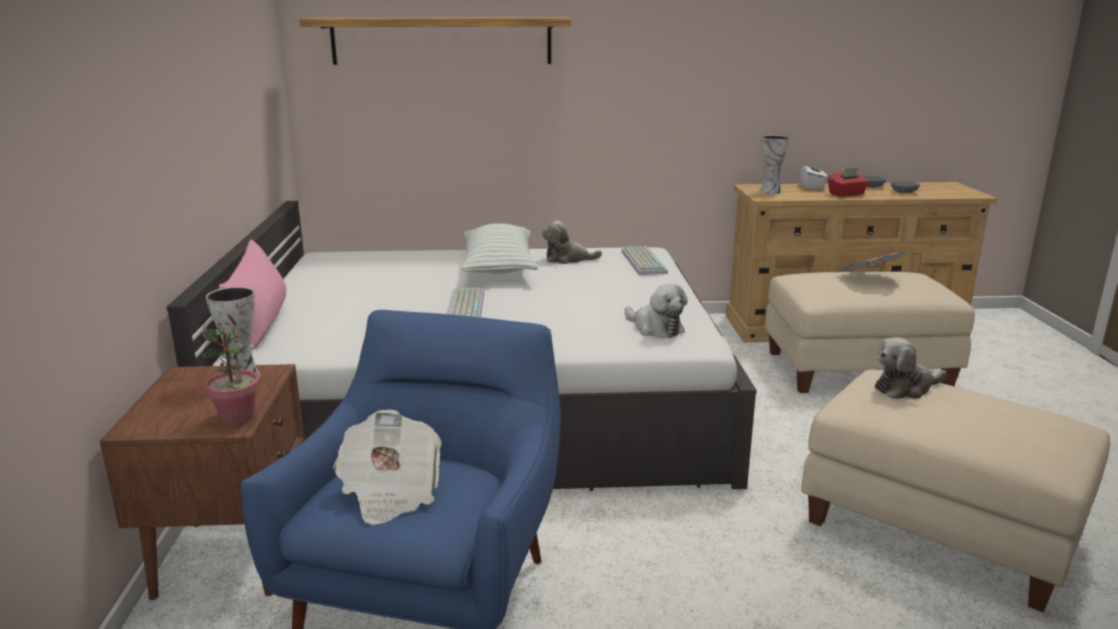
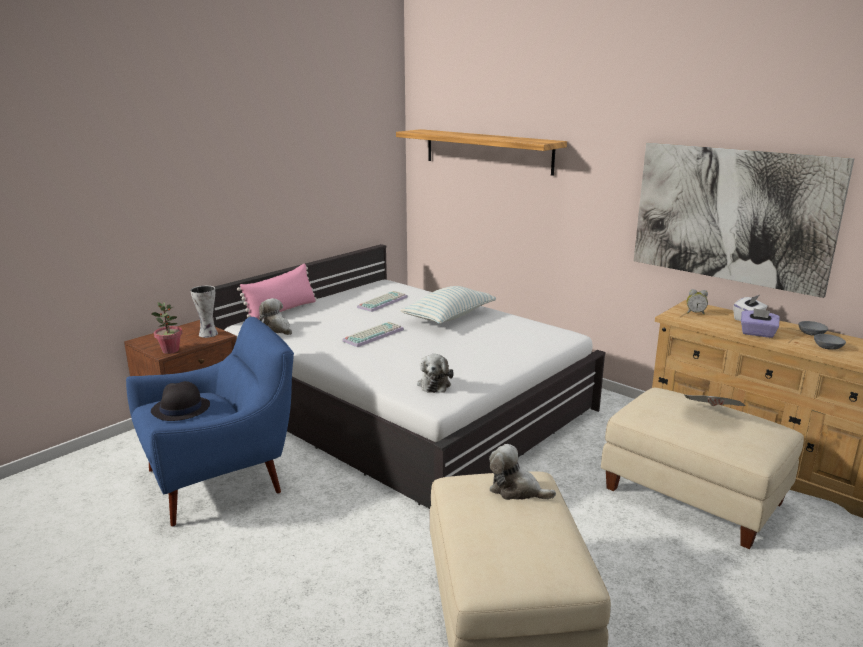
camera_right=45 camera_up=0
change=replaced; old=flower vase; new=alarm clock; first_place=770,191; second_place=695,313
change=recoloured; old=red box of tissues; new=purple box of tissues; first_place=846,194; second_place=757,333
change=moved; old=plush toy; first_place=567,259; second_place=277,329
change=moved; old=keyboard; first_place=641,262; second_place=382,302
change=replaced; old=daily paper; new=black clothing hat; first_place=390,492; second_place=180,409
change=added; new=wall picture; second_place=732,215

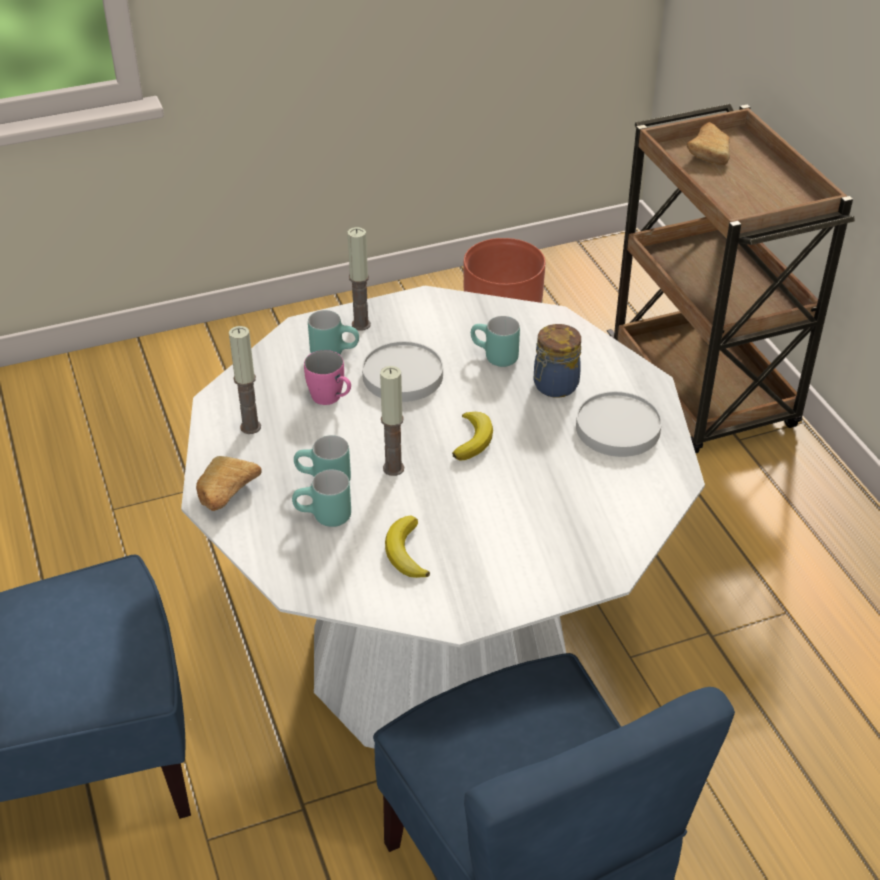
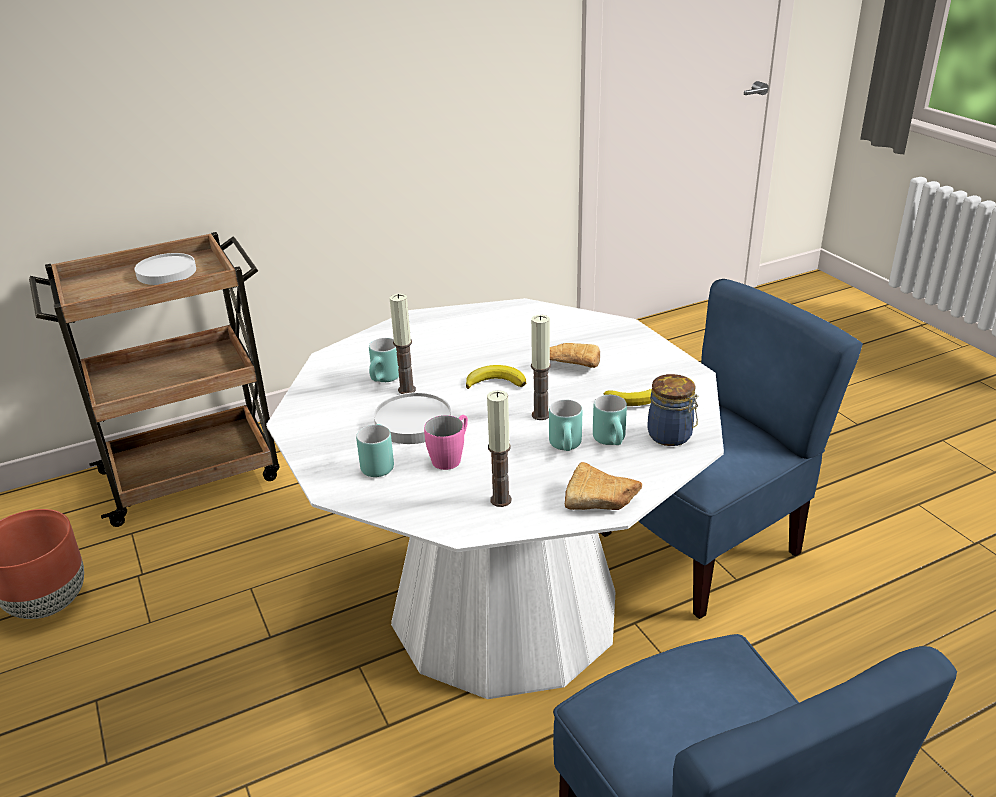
camera_right=-95 camera_up=-10
change=moved; old=bakery bread; first_place=709,151; second_place=570,365
change=moved; old=wax candle; first_place=361,324; second_place=407,390
change=moved; old=jar; first_place=554,386; second_place=671,436
change=moved; old=whitish plate; first_place=617,428; second_place=166,272

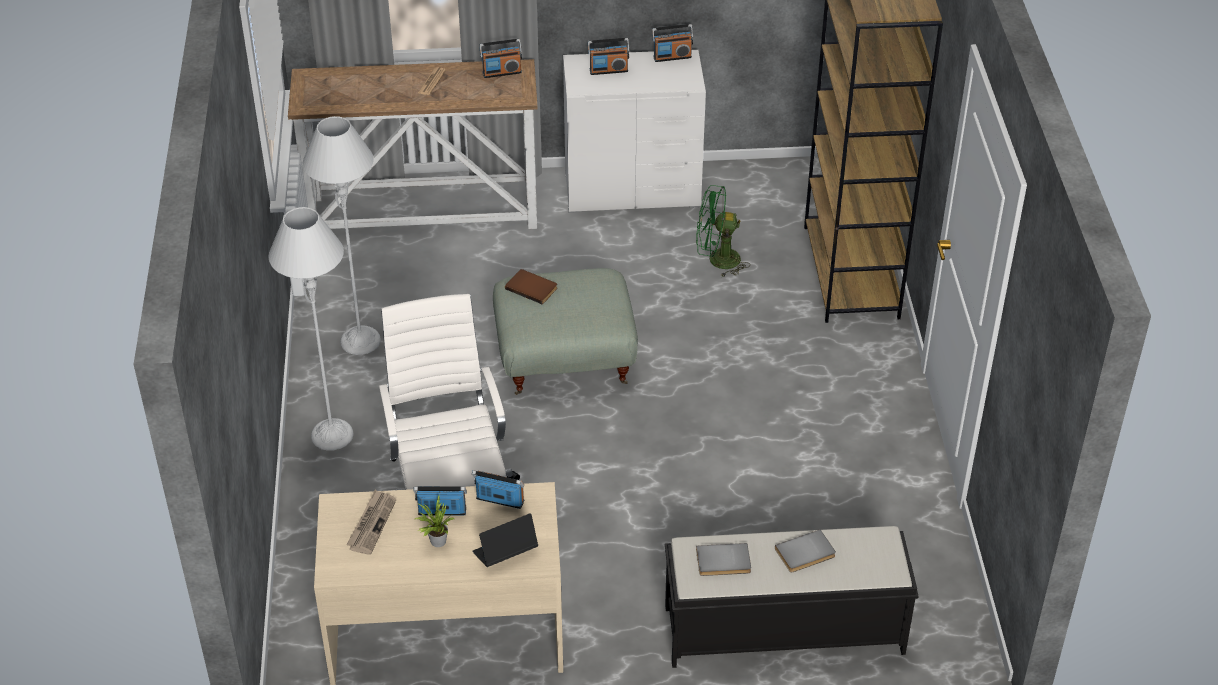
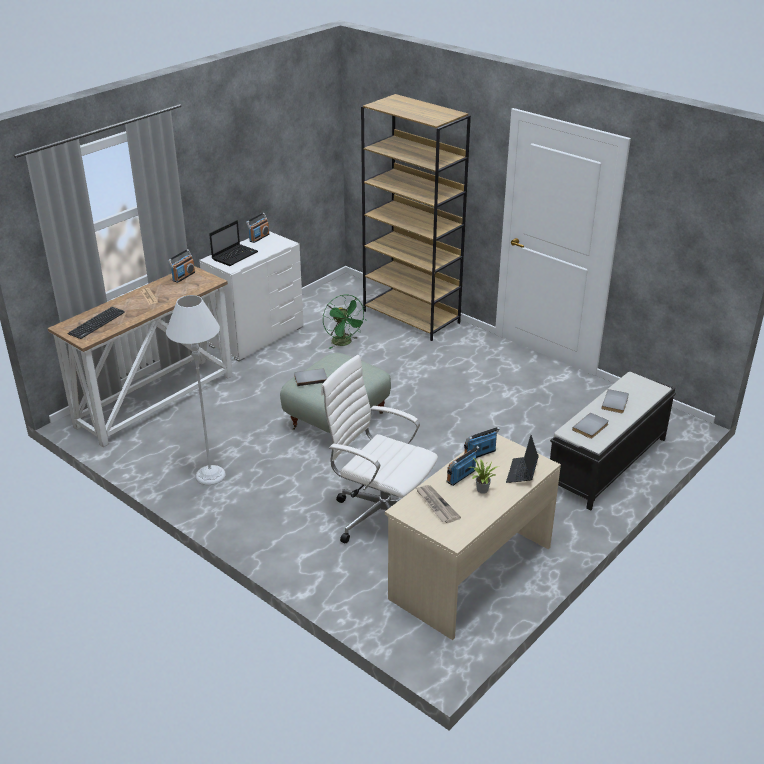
camera_right=-45 camera_up=-10
change=replaced; old=radio receiver; new=laptop; first_place=608,70; second_place=235,255
change=turned; old=greenish fan; first_place=717,260; second_place=344,343; degrees=-75
change=removed; old=gray standing lamp; first_place=332,435
change=recoloured; old=brown-coloured bound book; new=gray bound book; first_place=532,287; second_place=310,378
change=added; new=keyboard; second_place=96,323

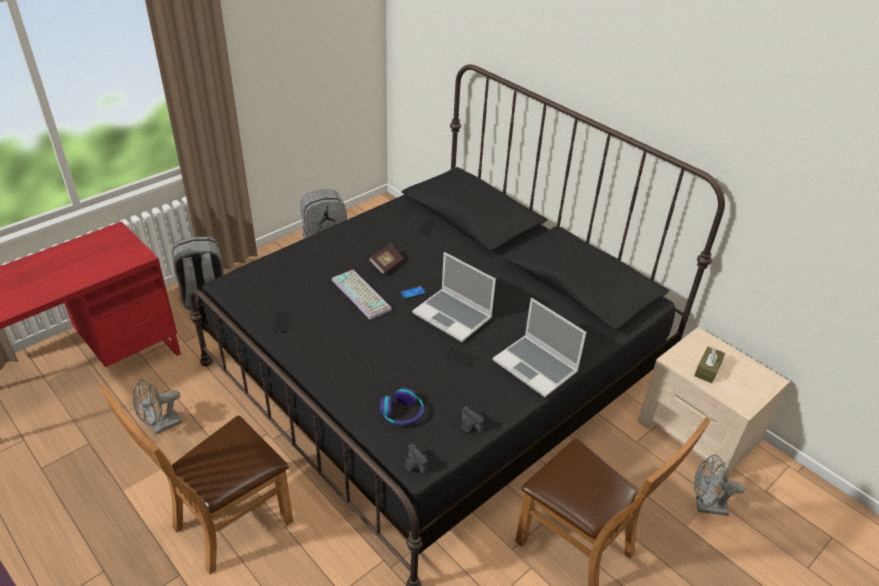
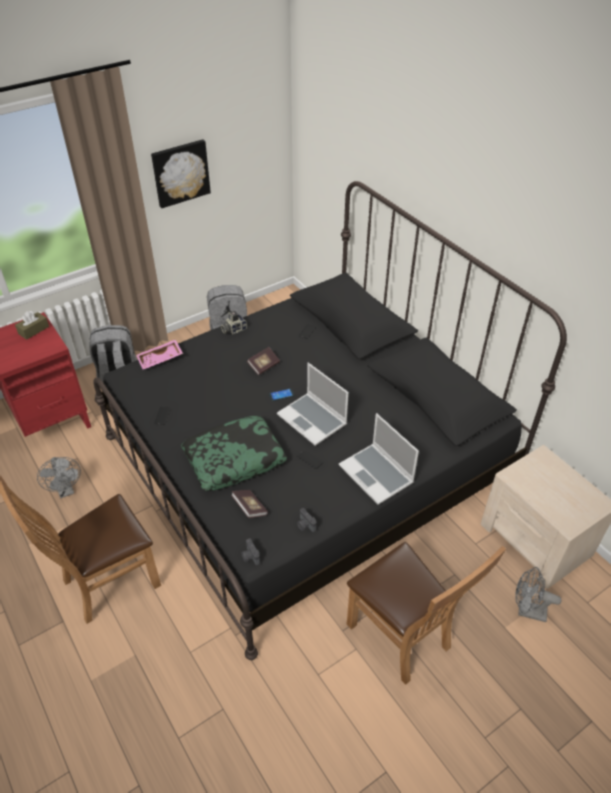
camera_right=10 camera_up=5
change=removed; old=keyboard; first_place=362,294
change=moved; old=brown-coloured box of tissues; first_place=707,369; second_place=33,330
change=turned; old=gray fan; first_place=161,426; second_place=66,491; degrees=-90
change=replaced; old=headphones; new=bound book; first_place=402,413; second_place=249,508
change=added; new=wall picture; second_place=180,173
change=added; new=photo camera; second_place=233,329
change=added; new=pinkish serving tray; second_place=160,359
change=added; new=throw pillow; second_place=234,459

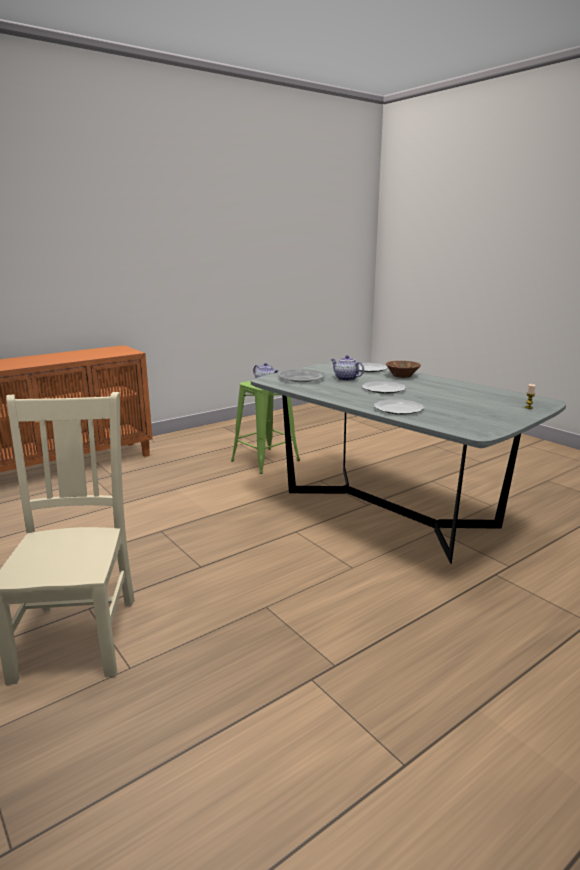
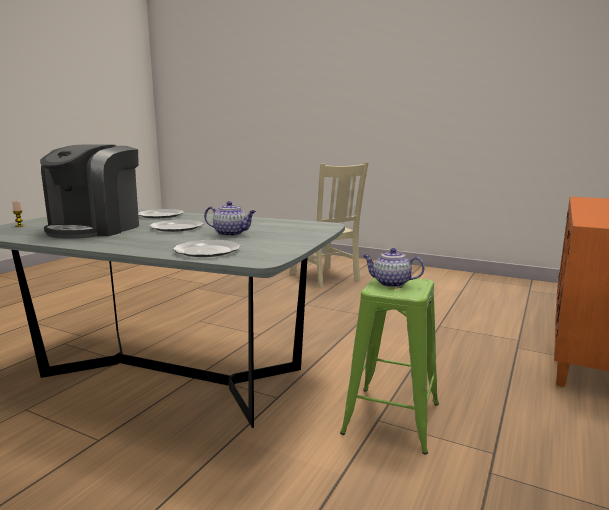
camera_right=155 camera_up=-5
change=removed; old=brown-coloured deep dish; first_place=402,375
change=removed; old=gray plate; first_place=301,379
change=added; new=coffee machine; second_place=96,229

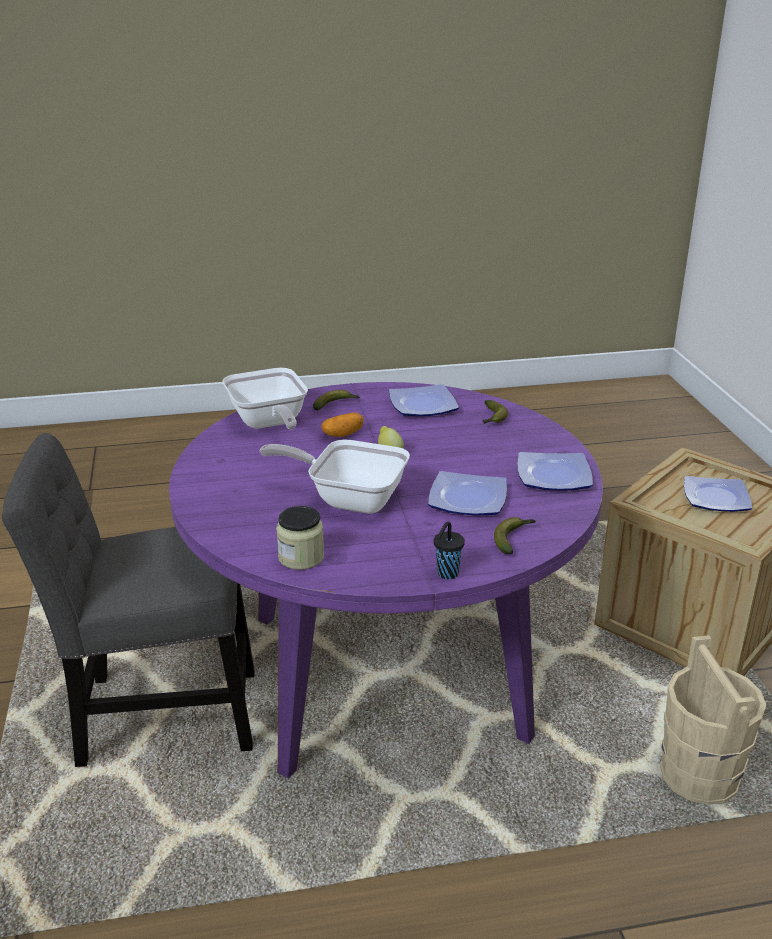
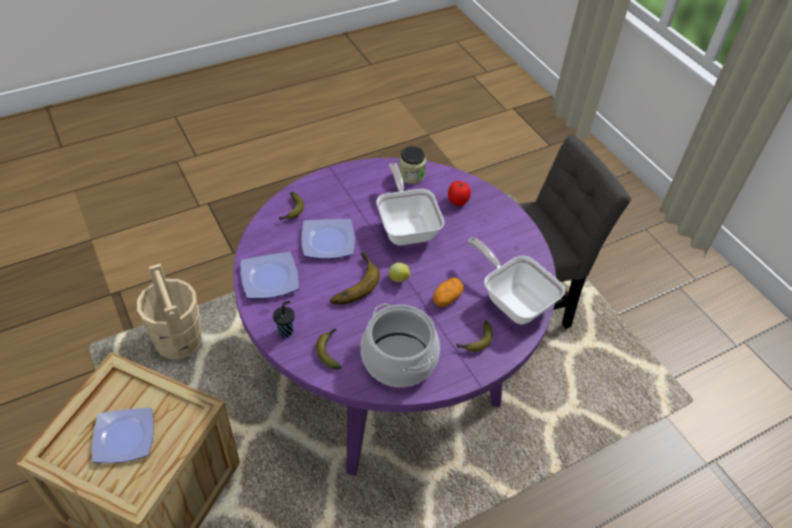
camera_right=160 camera_up=20
change=replaced; old=plate; new=cooking pot; first_place=421,405; second_place=399,359
change=turned; old=skillet; first_place=349,498; second_place=407,226; degrees=-105
change=moved; old=black drinking cup; first_place=446,574; second_place=286,331
change=added; new=whole tomato; second_place=457,201
change=added; new=banana; second_place=351,283

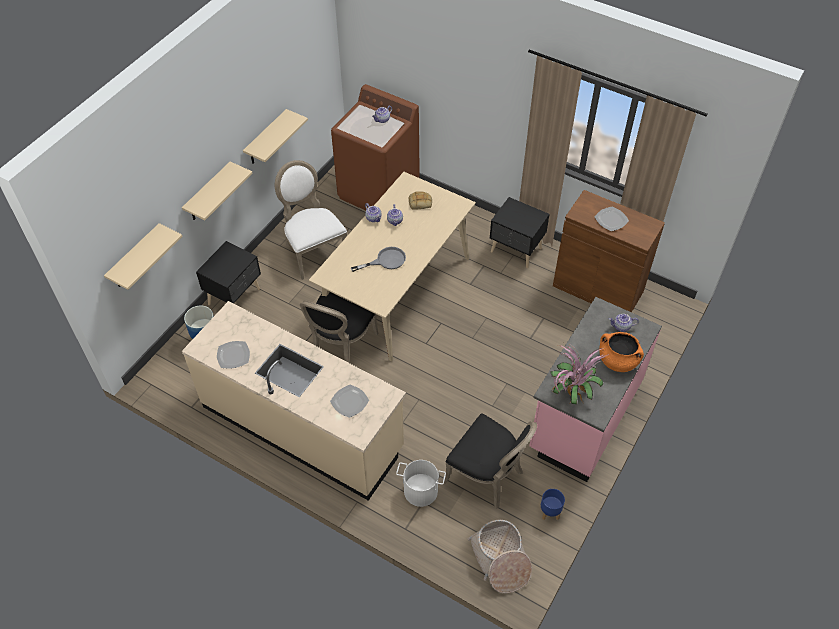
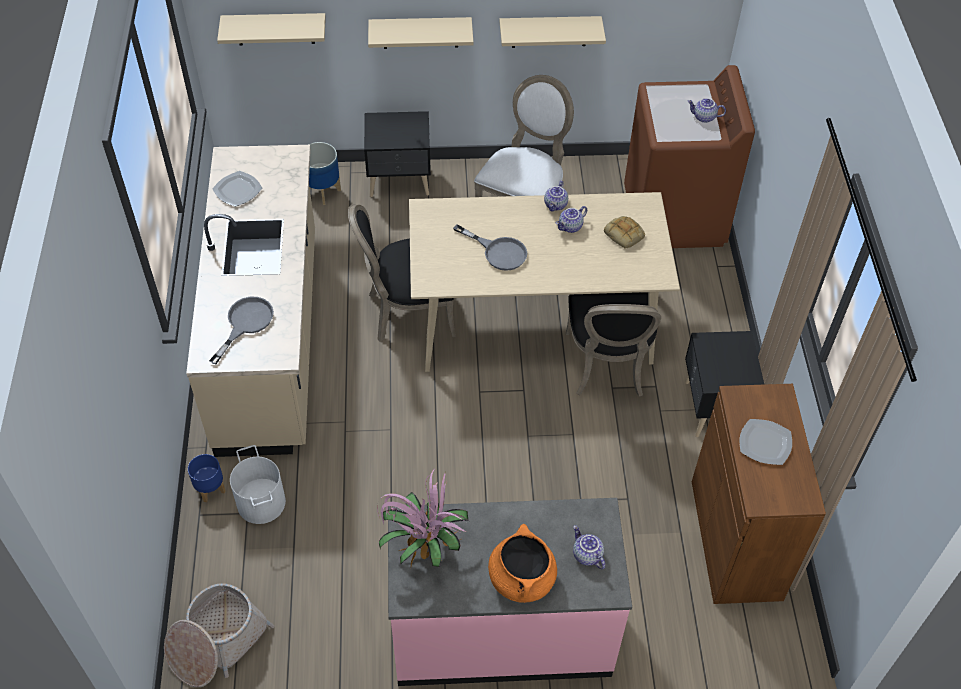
camera_right=55 camera_up=0
change=replaced; old=plate; new=gray skillet; first_place=349,402; second_place=245,323
change=moved; old=black plain chair; first_place=487,476; second_place=607,367
change=moved; old=blue-coloured flower pot; first_place=550,512; second_place=210,489

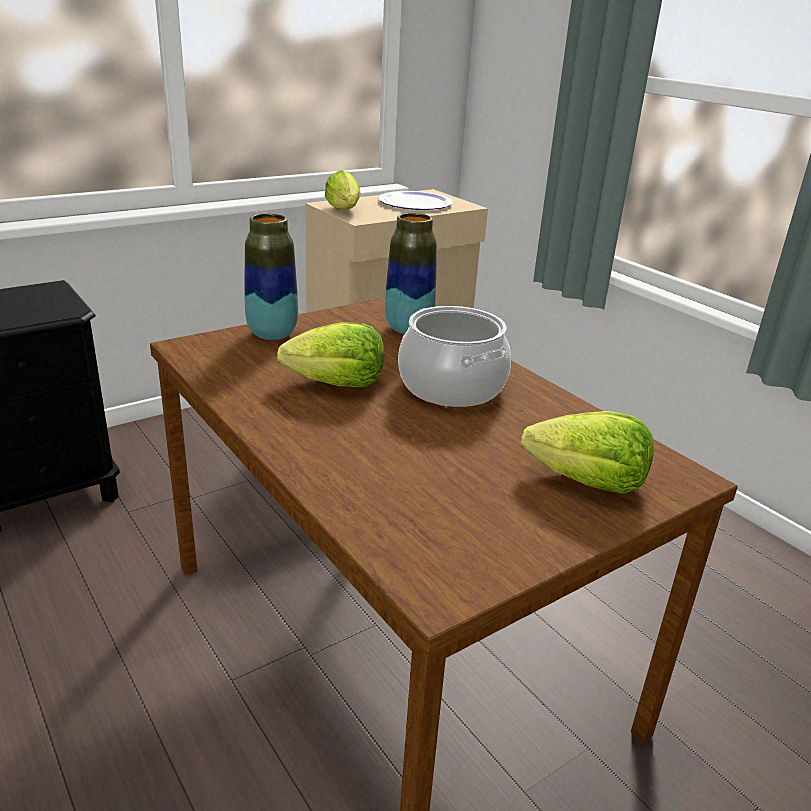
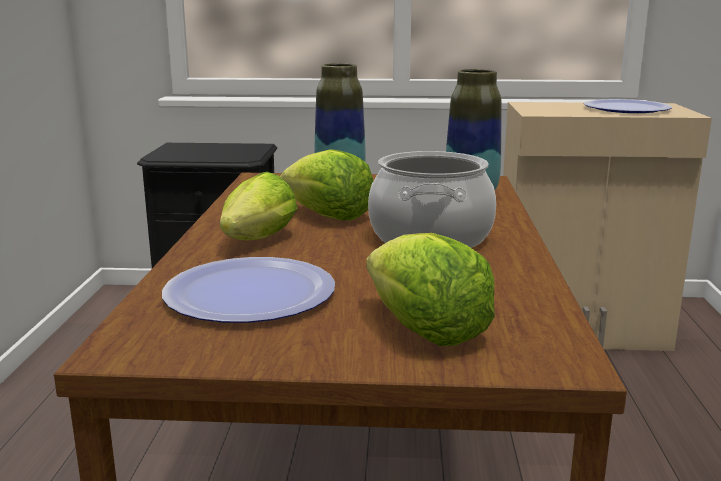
camera_right=40 camera_up=-10
change=moved; old=head of lettuce; first_place=344,211; second_place=255,242
change=added; new=plate; second_place=249,293

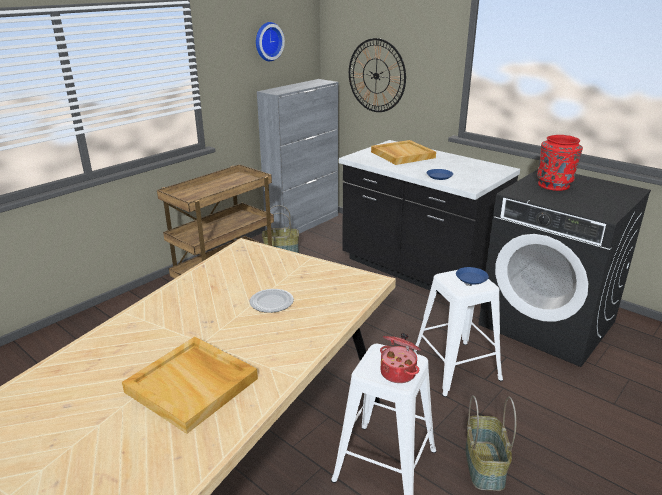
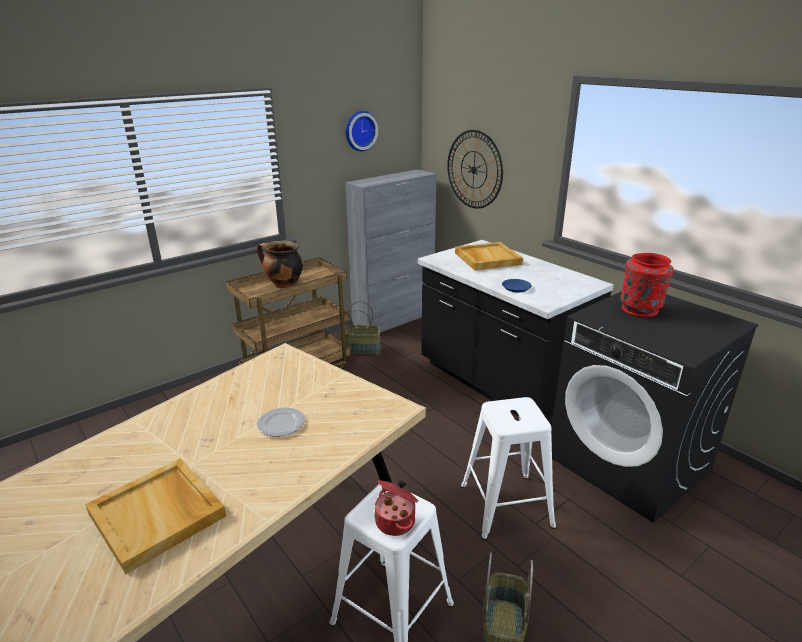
camera_right=10 camera_up=0
change=removed; old=blue-coloured plate; first_place=471,278
change=added; new=cooking pot; second_place=283,284

